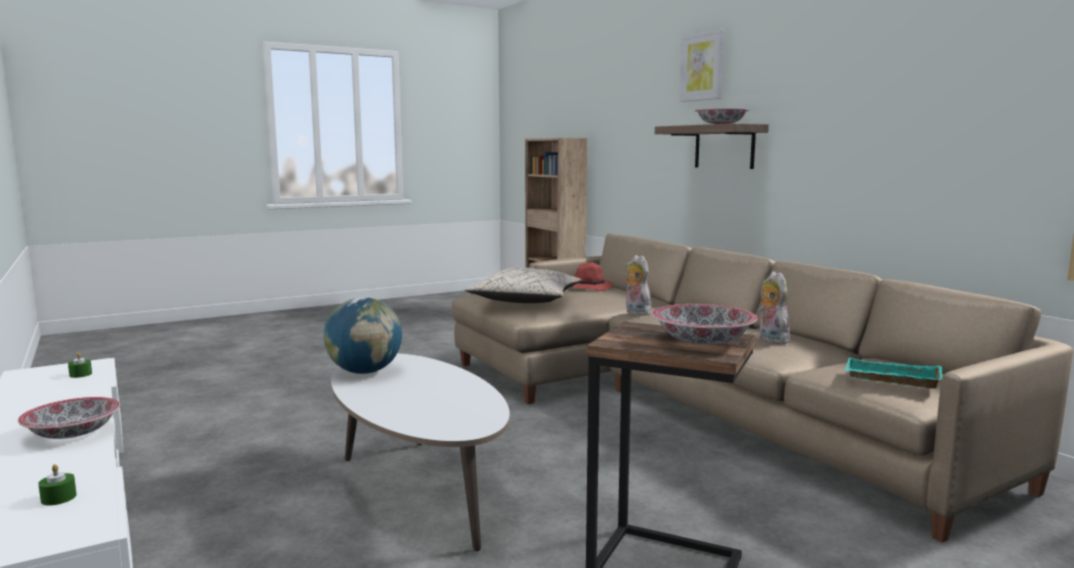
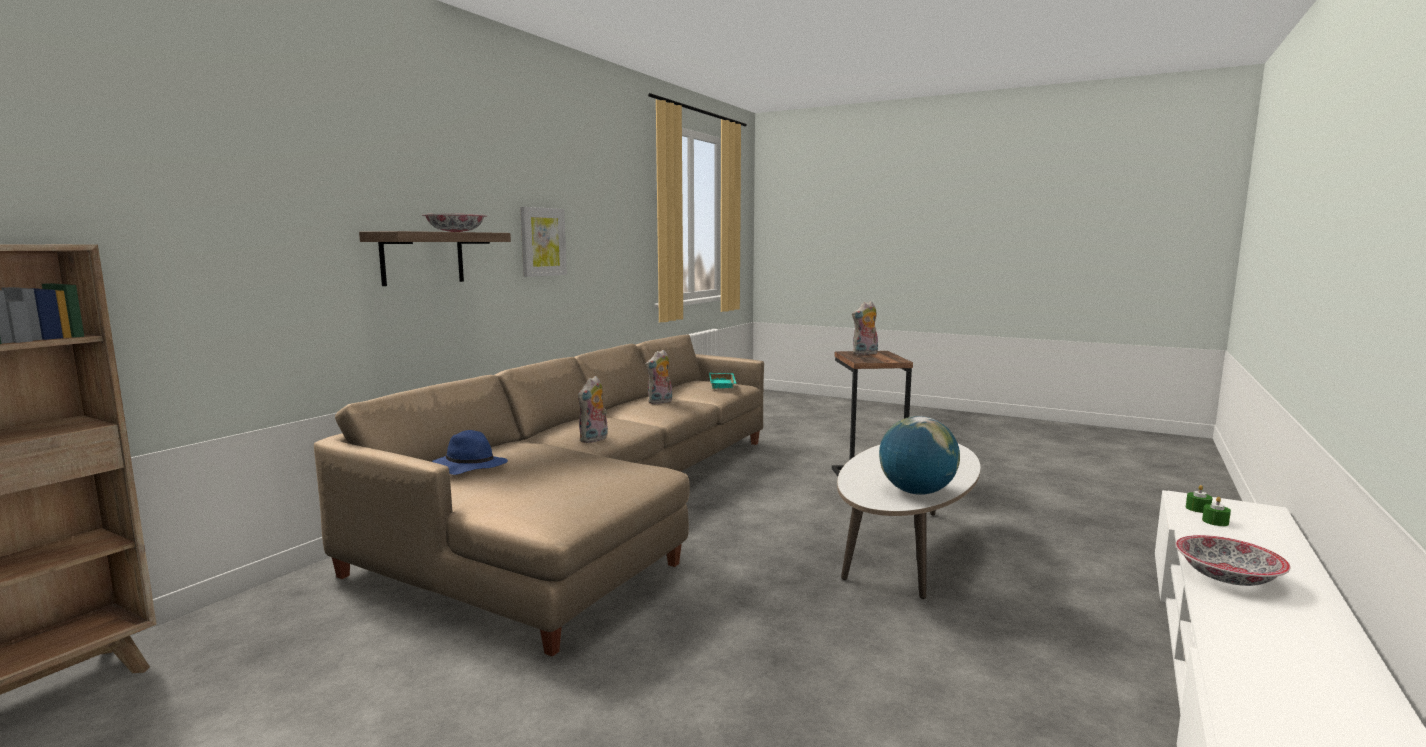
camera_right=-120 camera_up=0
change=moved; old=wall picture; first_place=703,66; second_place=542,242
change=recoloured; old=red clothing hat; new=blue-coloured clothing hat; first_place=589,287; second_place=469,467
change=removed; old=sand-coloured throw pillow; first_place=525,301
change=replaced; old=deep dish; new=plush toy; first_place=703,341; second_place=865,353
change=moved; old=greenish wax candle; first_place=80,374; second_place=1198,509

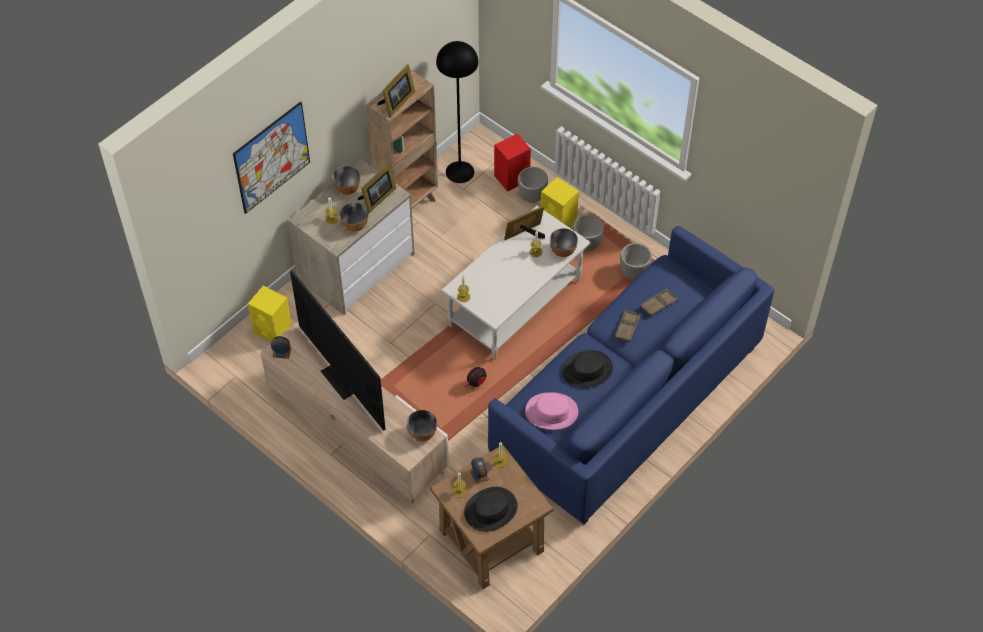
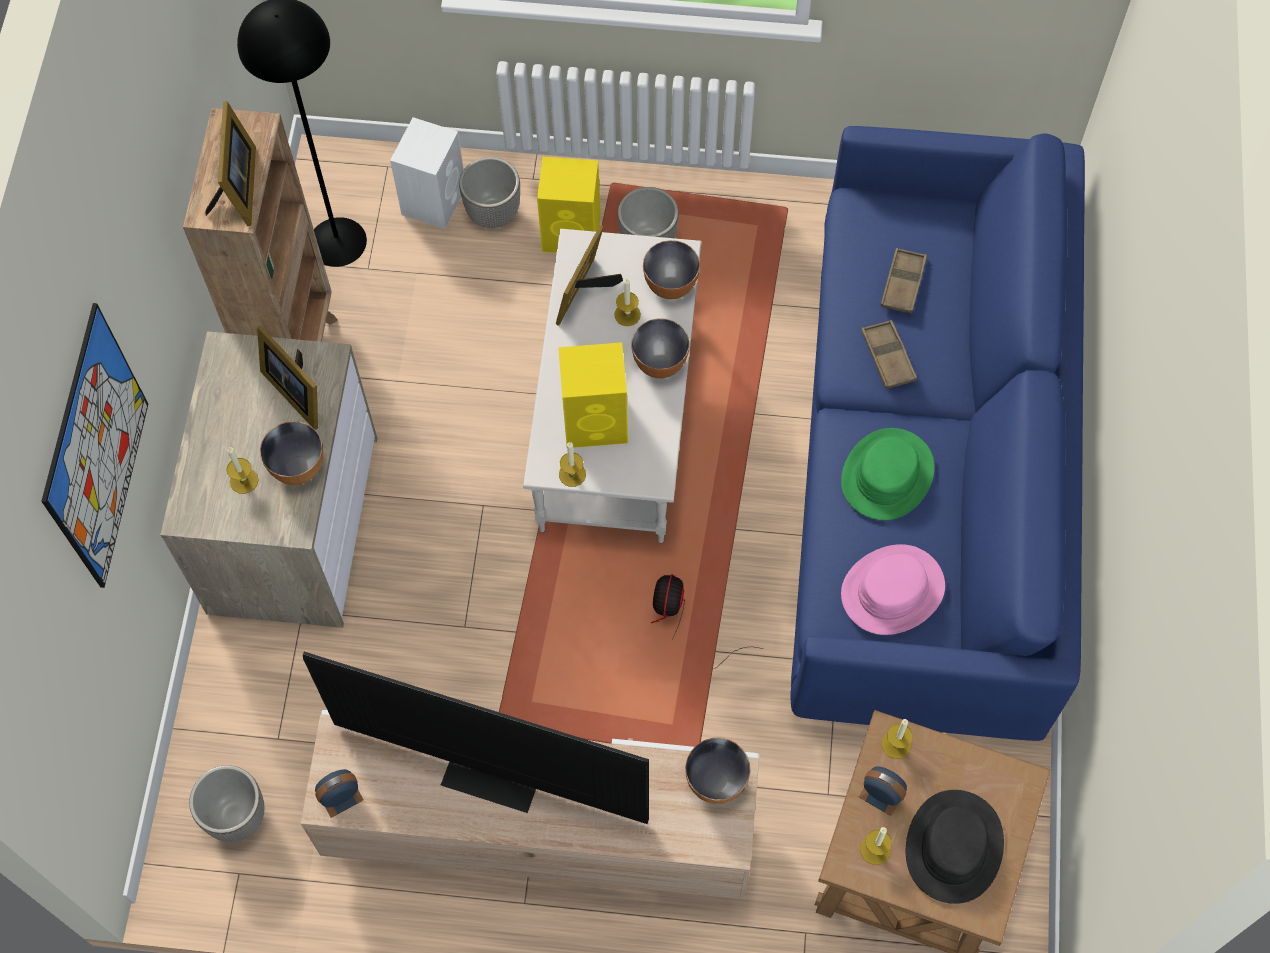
camera_right=-35 camera_up=10
change=recoloured; old=red speaker; new=whitish speaker; first_place=512,177; second_place=434,199
change=turned; old=photo frame; first_place=377,198; second_place=296,390; degrees=135
change=moved; old=deep dish; first_place=347,189; second_place=660,363
change=moved; old=flower pot; first_place=633,273; second_place=237,818
change=moved; old=yellowish speaker; first_place=274,330; second_place=597,421
change=recoloured; old=black clothing hat; new=greenish clothing hat; first_place=587,369; second_place=887,475

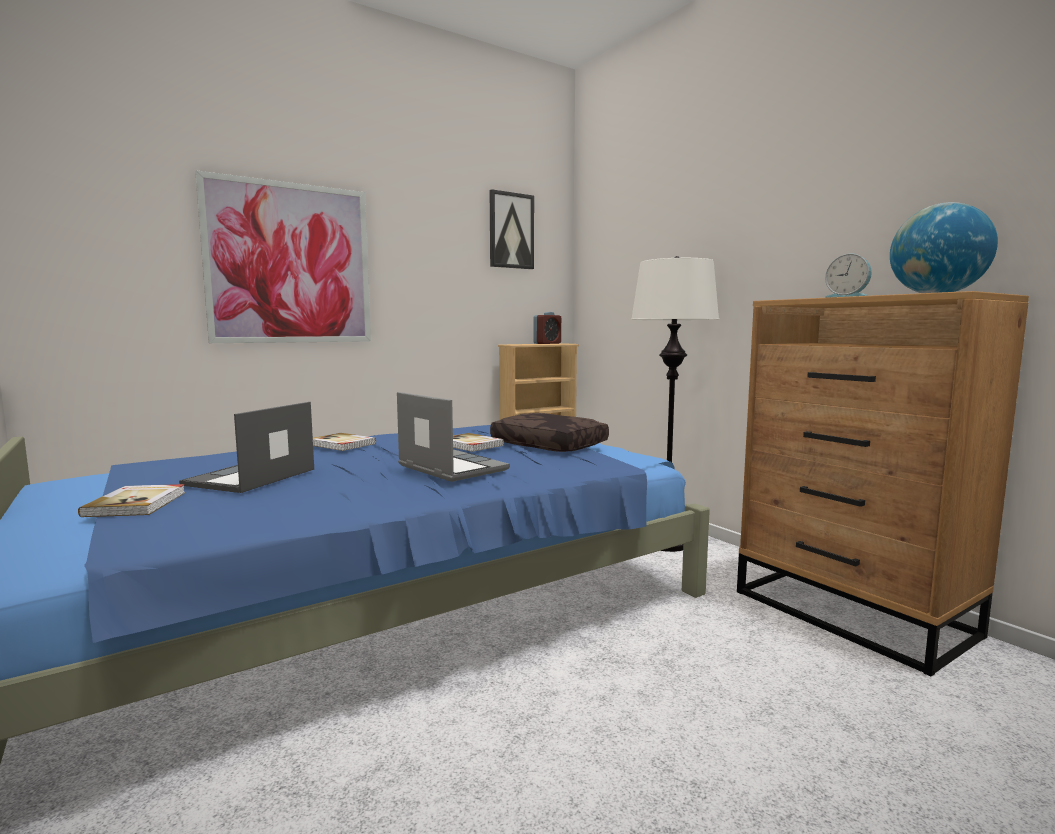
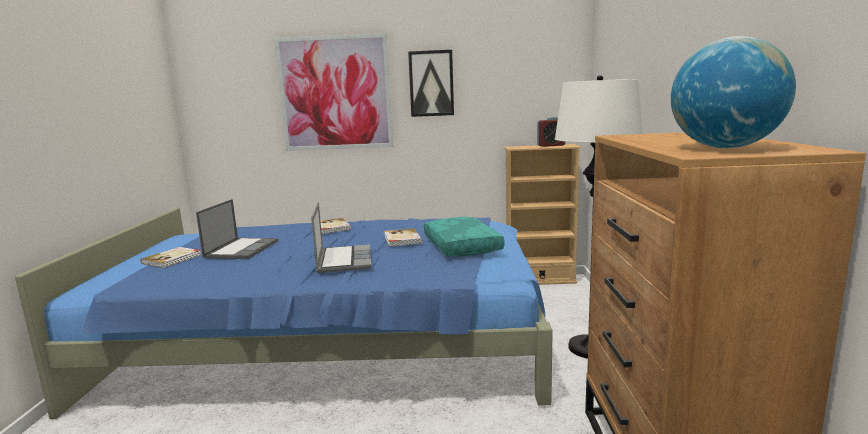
camera_right=35 camera_up=5
change=moved; old=wall picture; first_place=511,231; second_place=431,83
change=removed; old=alarm clock; first_place=848,296
change=turned; old=laptop; first_place=250,477; second_place=242,249; degrees=135
change=recoloured; old=brown-coloured throw pillow; new=turquoise throw pillow; first_place=547,445; second_place=460,246

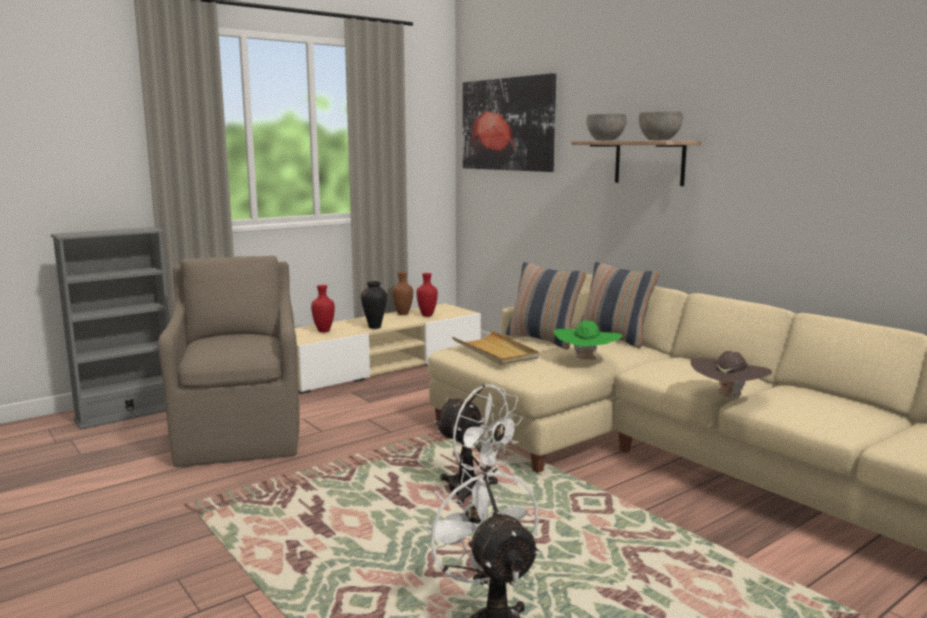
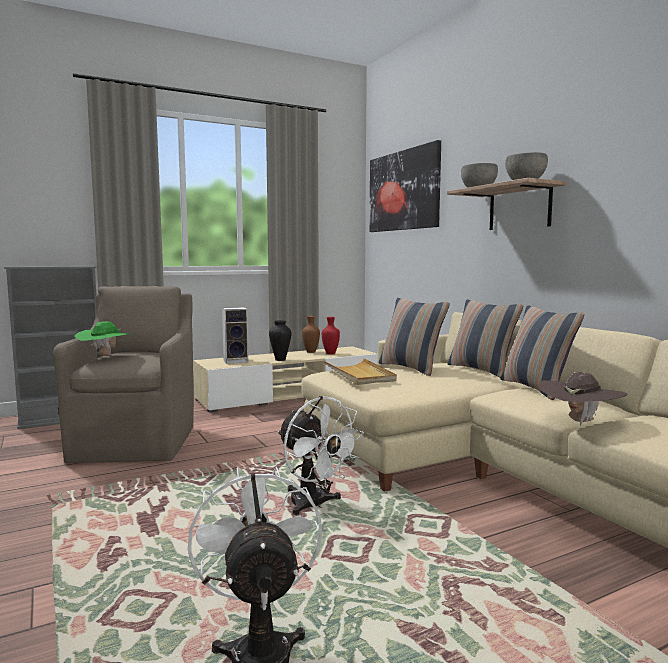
camera_right=10 camera_up=-5
change=replaced; old=red flower vase; new=speaker; first_place=324,331; second_place=236,361
change=moved; old=greenish clothing hat; first_place=586,361; second_place=106,357
change=added; new=throw pillow; second_place=536,388

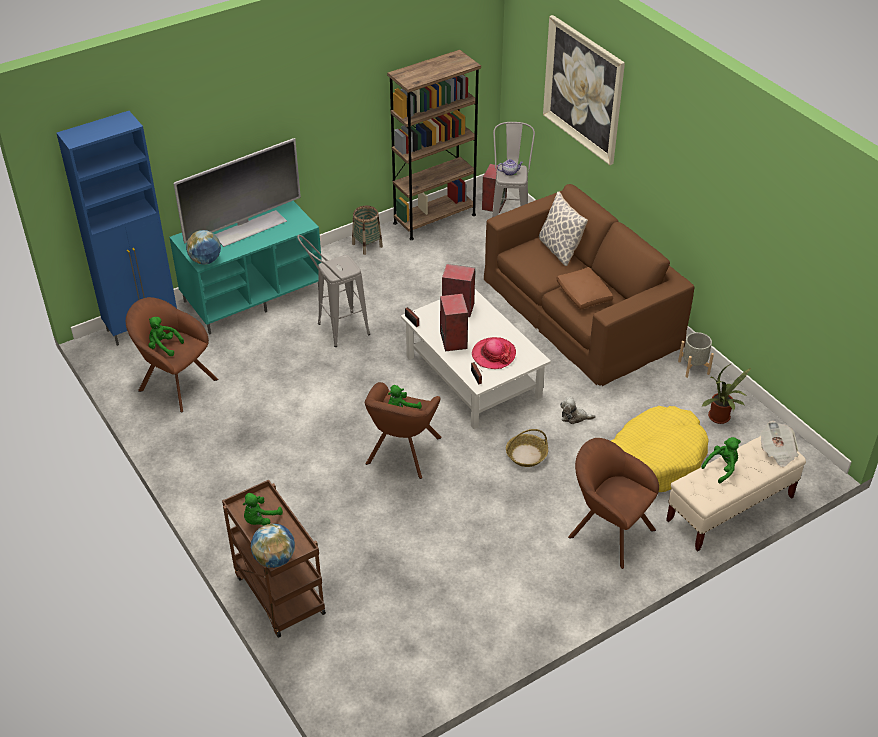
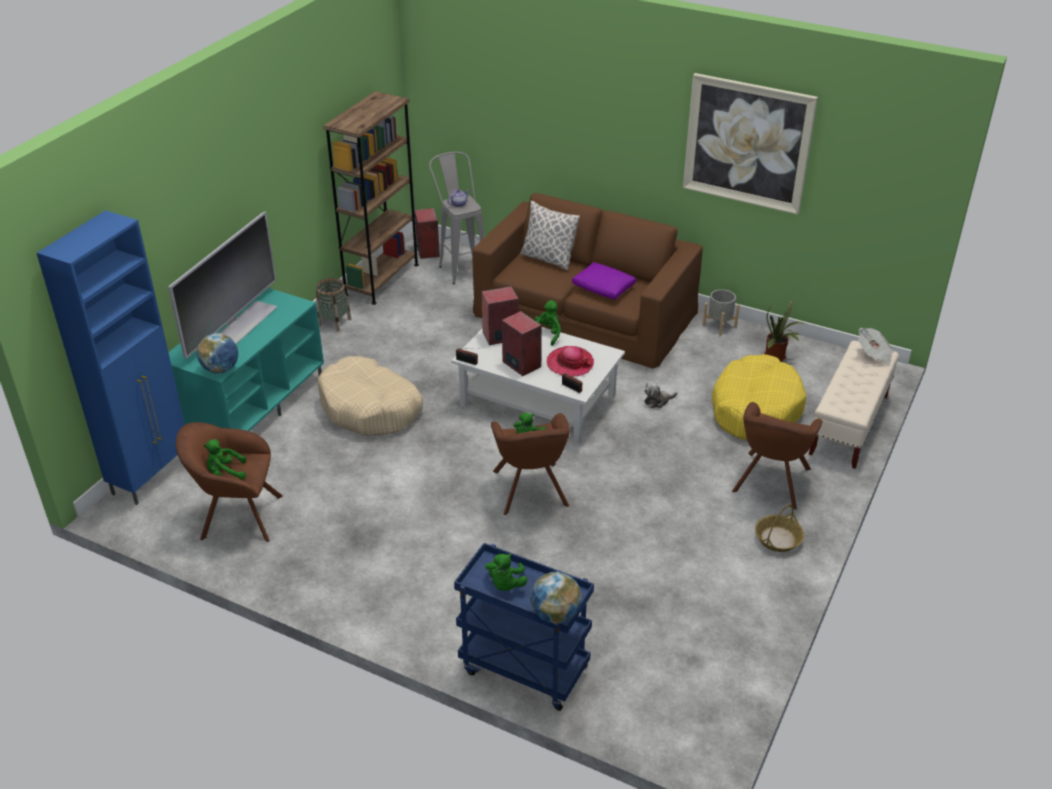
camera_right=-30 camera_up=-5
change=moved; old=wall picture; first_place=583,89; second_place=747,143
change=replaced; old=gray stool; new=sand-coloured pet bed; first_place=336,332; second_place=370,408
change=recoloured; old=brown-coloured throw pillow; new=purple throw pillow; first_place=584,295; second_place=604,288
change=moved; old=storage basket; first_place=526,455; second_place=778,539
change=moved; old=greenish plush toy; first_place=722,468; second_place=547,334
change=turned; old=brown-coloured lounge chair; first_place=608,531; second_place=770,483; degrees=-75
change=recoloured; old=brown-coloured trolley; new=blue-coloured trolley; first_place=278,593; second_place=522,669

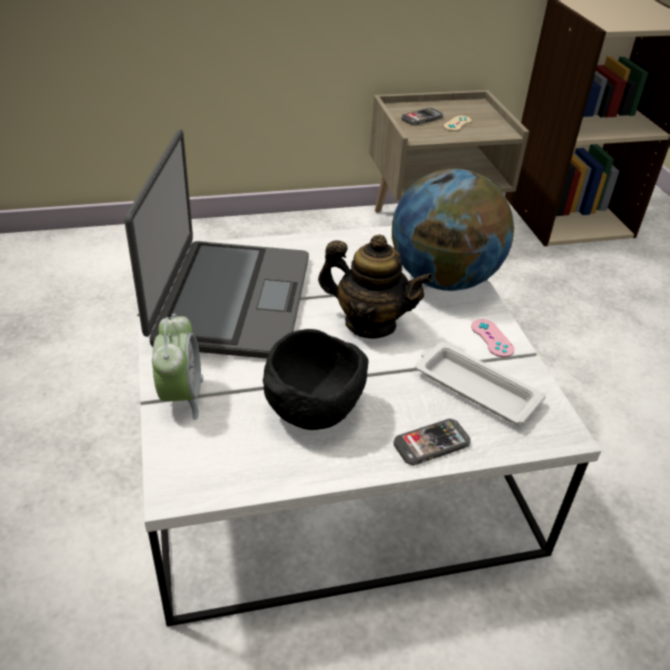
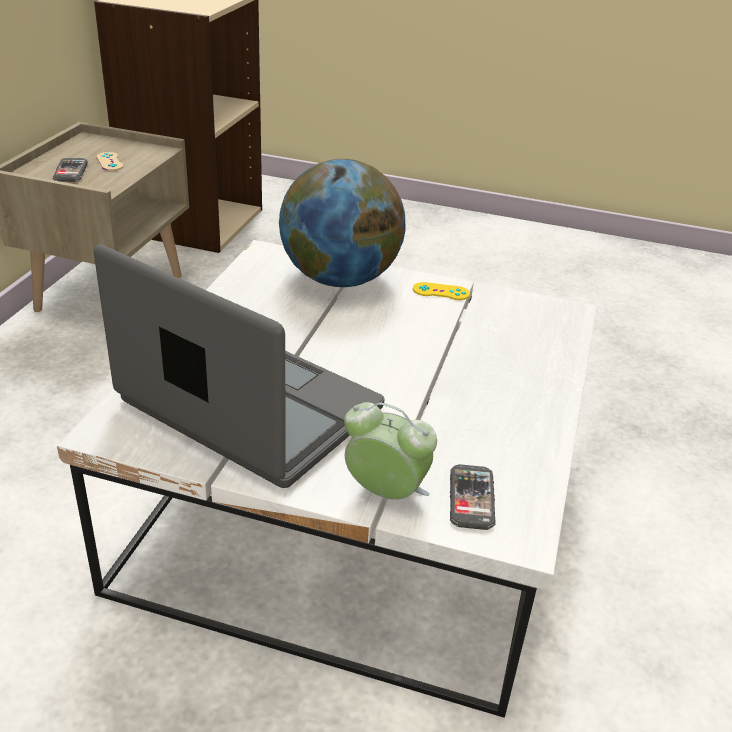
camera_right=-60 camera_up=-5
change=removed; old=pot for tea; first_place=370,323
change=recoloured; old=pinkish joypad; new=yellowish joypad; first_place=492,338; second_place=441,291
change=removed; old=black deep dish; first_place=313,409
change=removed; old=whitish serving tray; first_place=474,388
change=moved; old=handset; first_place=431,443; second_place=471,498

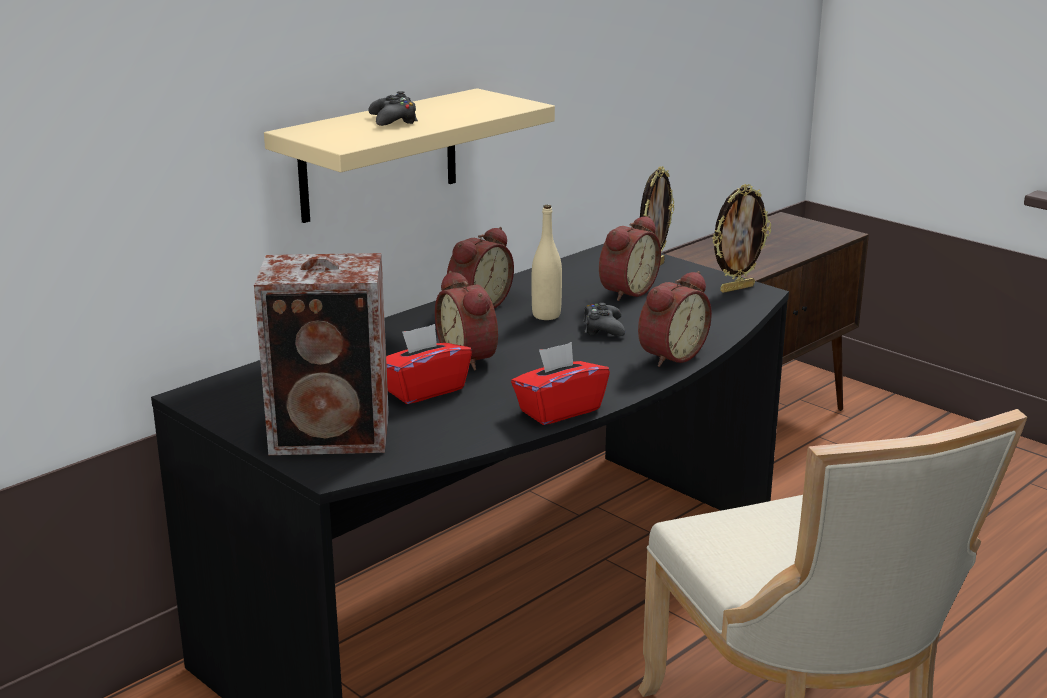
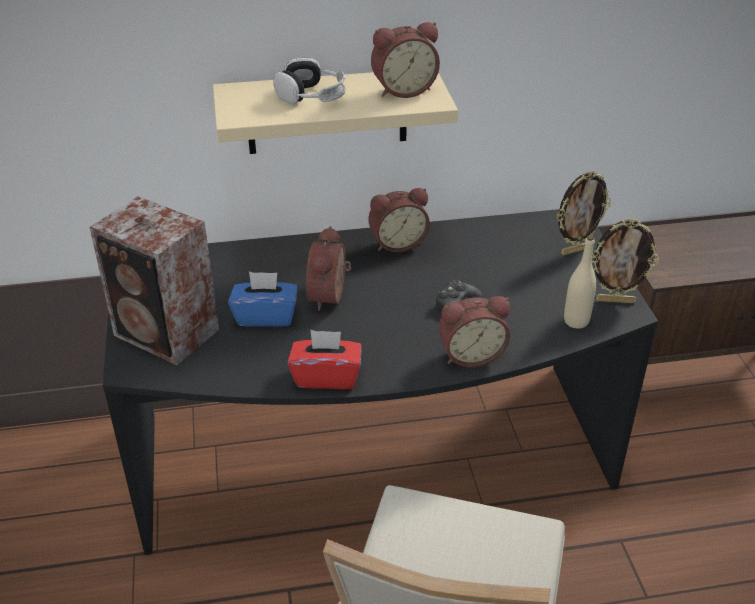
camera_right=35 camera_up=15
change=replaced; old=black joypad; new=headphones; first_place=393,120; second_place=311,96
change=moved; old=sand-coloured beverage bottle; first_place=546,315; second_place=576,321
change=moved; old=alarm clock; first_place=625,291; second_place=403,90
change=recoloured; old=red box of tissues; new=blue-coloured box of tissues; first_place=424,390; second_place=266,316

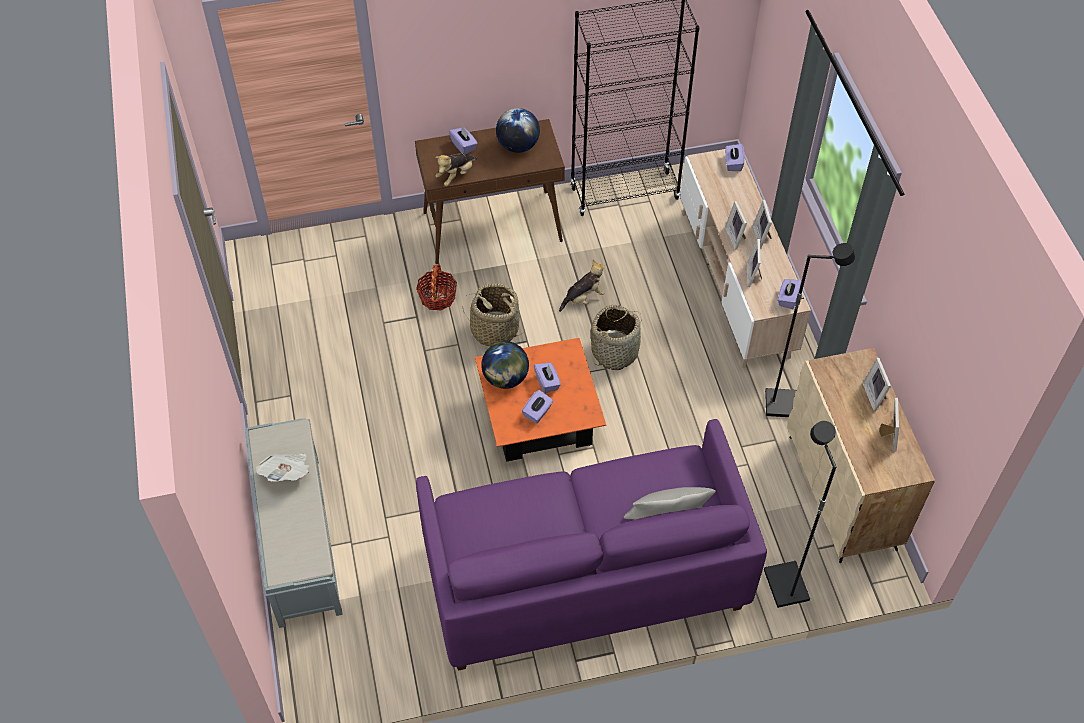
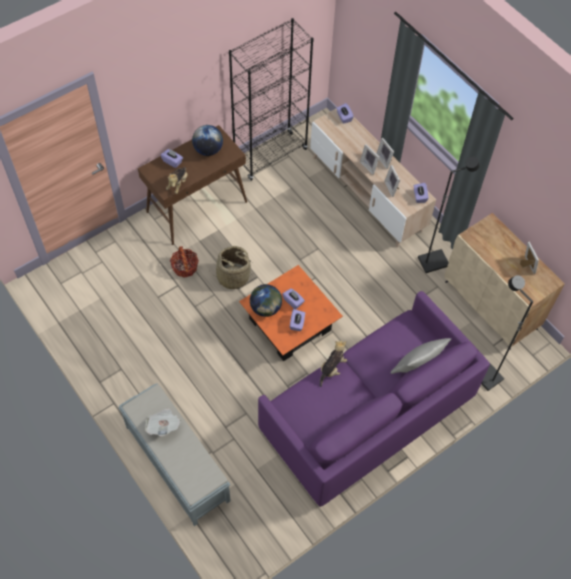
camera_right=-25 camera_up=5
change=moved; old=plush toy; first_place=583,298; second_place=332,368
change=removed; old=storage basket; first_place=615,351
change=removed; old=photo frame; first_place=875,396

